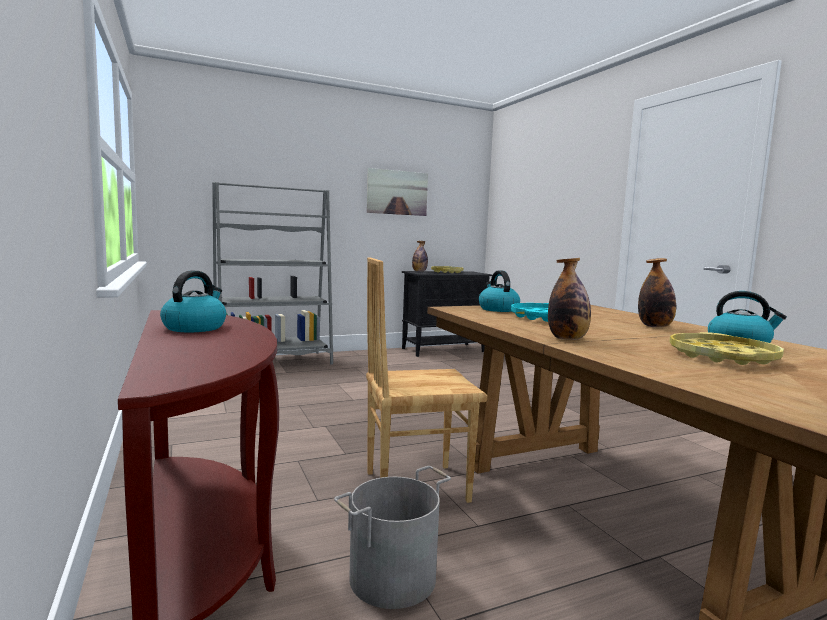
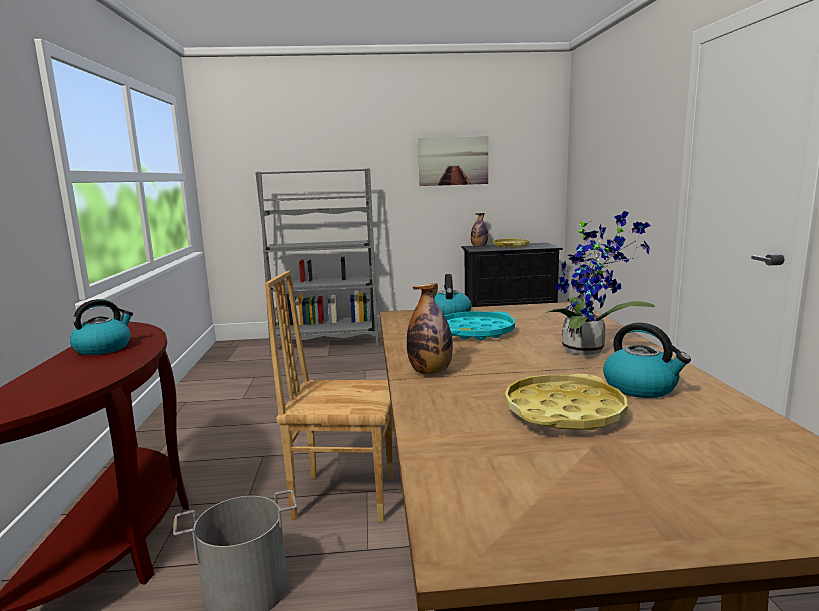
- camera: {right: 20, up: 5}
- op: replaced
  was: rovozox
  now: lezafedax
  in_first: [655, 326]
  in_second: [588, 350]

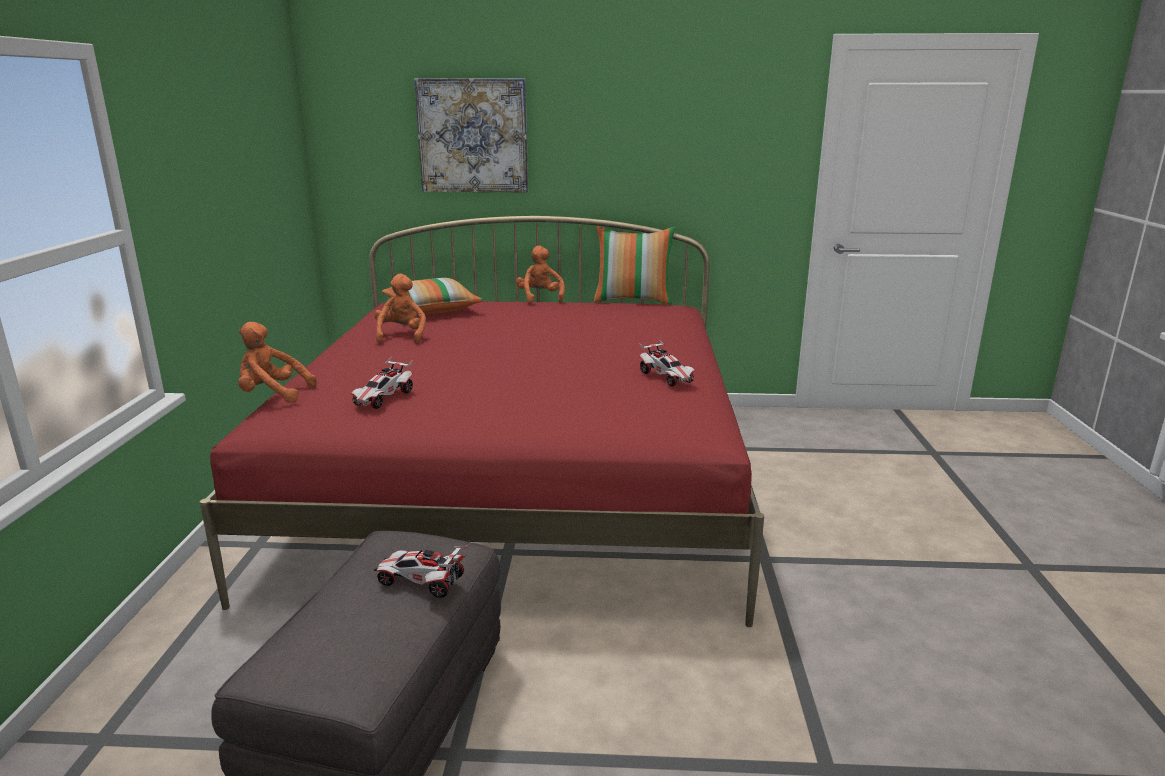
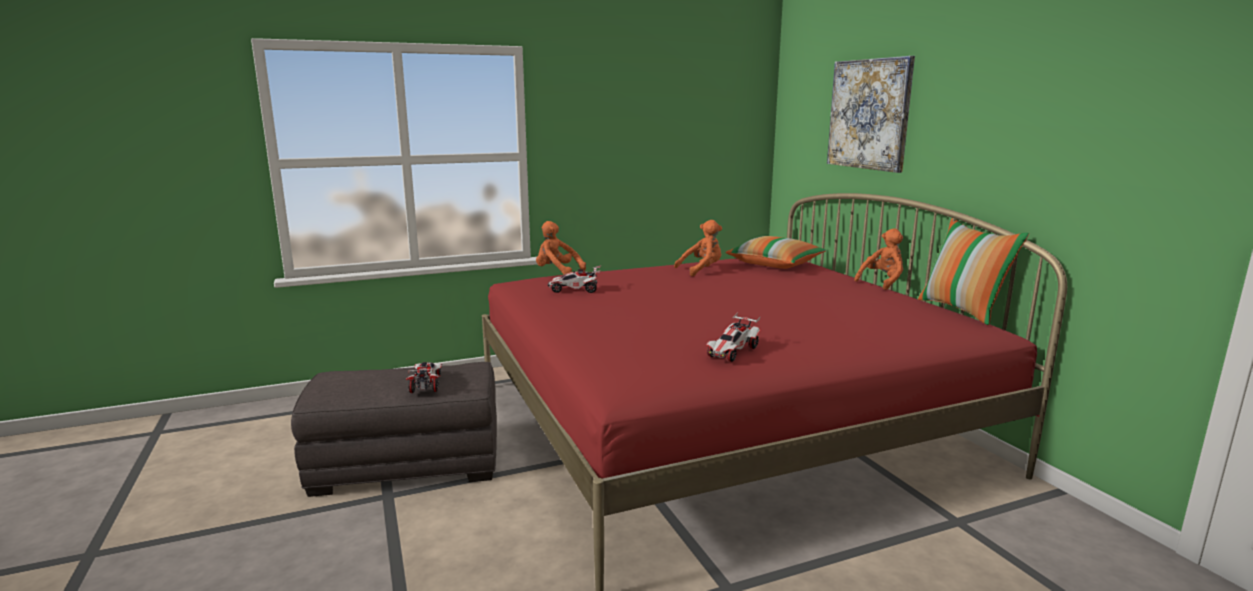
- camera: {right: 65, up: -5}
- op: turned
  was: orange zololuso
  in_first: [273, 395]
  in_second: [557, 272]
  clockwise: -45

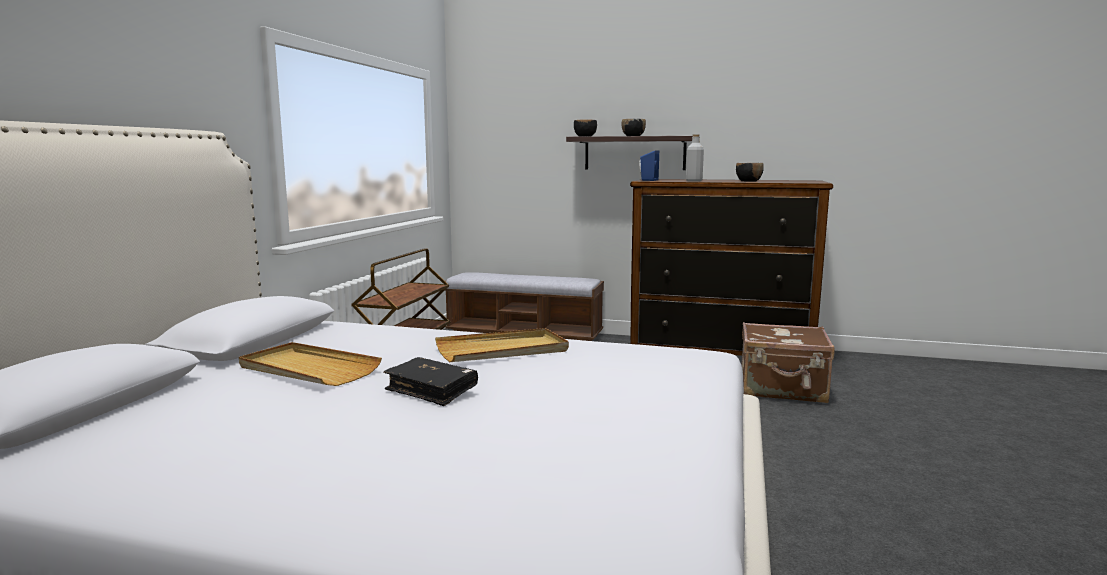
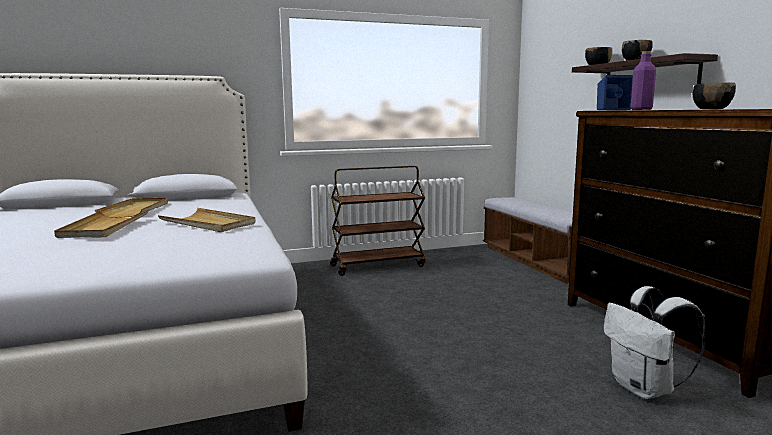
- camera: {right: 55, up: 0}
- op: recoloured
  was: grey rovozox
  now: purple rovozox
  in_first: [694, 181]
  in_second: [641, 109]
- op: replaced
  was: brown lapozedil
  now: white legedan
  in_first: [782, 389]
  in_second: [645, 389]
- op: replaced
  was: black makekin
  now: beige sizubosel
  in_first: [431, 390]
  in_second: [104, 227]

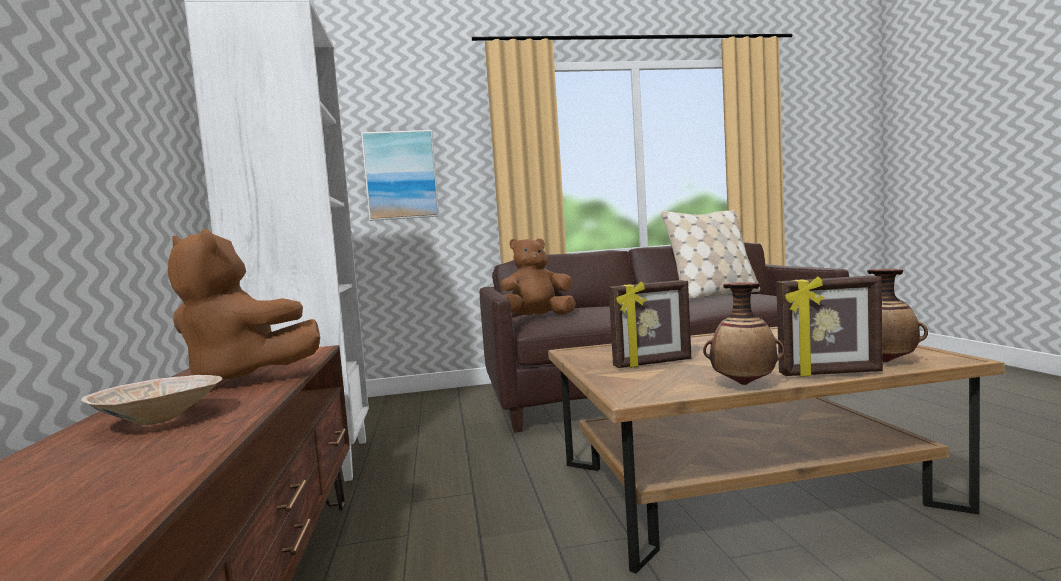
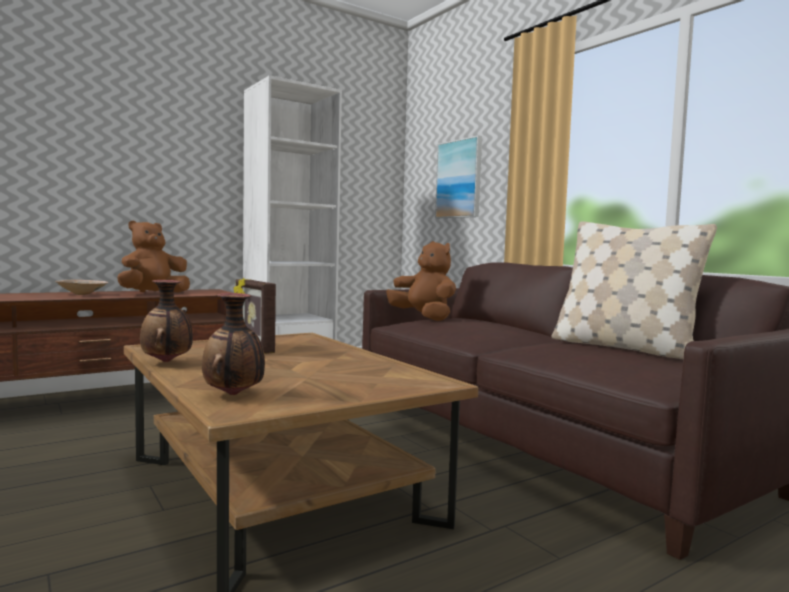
- camera: {right: 65, up: 0}
- op: turned
  was: brown zololuso
  in_first: [241, 379]
  in_second: [153, 293]
  clockwise: 45
- op: removed
  was: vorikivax
  in_first: [830, 373]

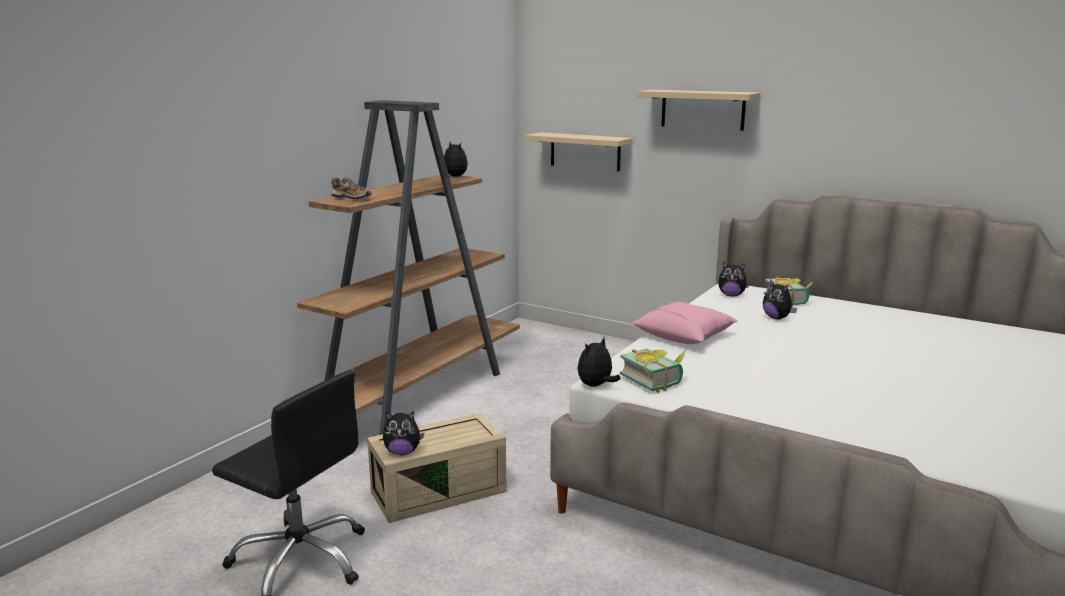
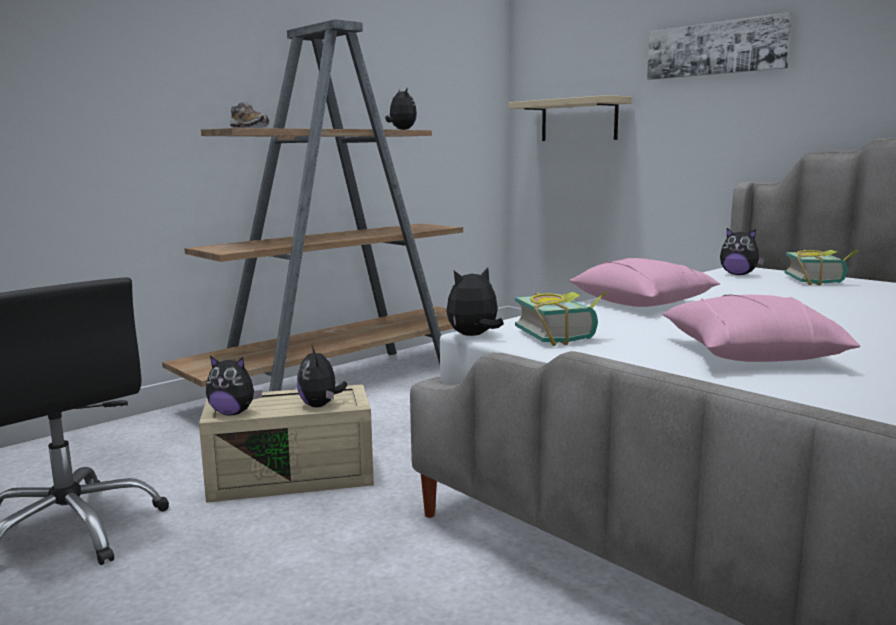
- camera: {right: 15, up: -5}
- op: replaced
  was: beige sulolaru
  now: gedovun
  in_first: [702, 109]
  in_second: [715, 48]
- op: moved
  was: zololuso
  in_first: [777, 318]
  in_second: [320, 405]
- op: added
  now: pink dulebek
  in_second: [750, 354]

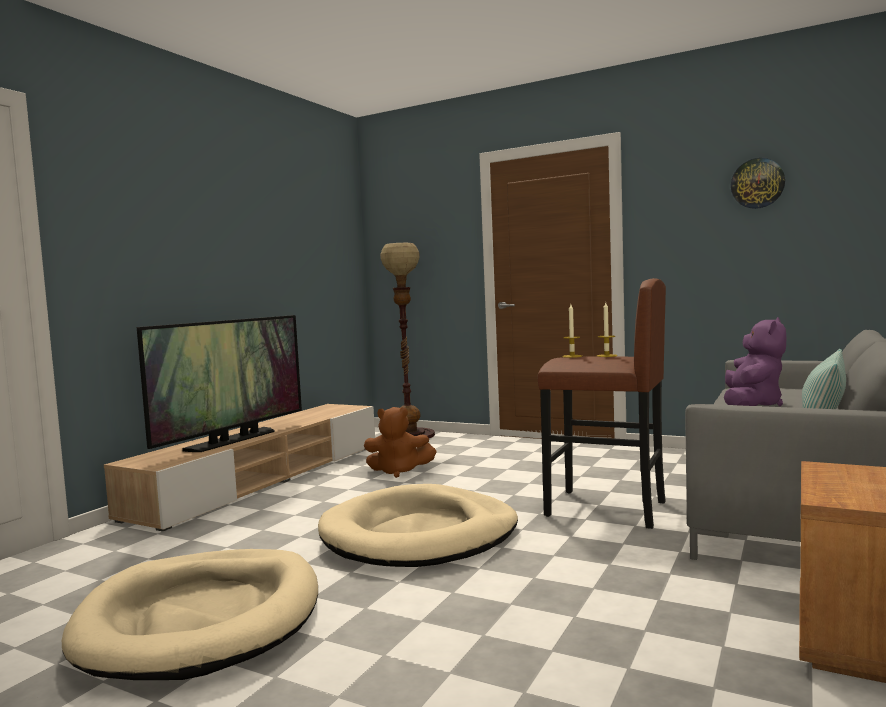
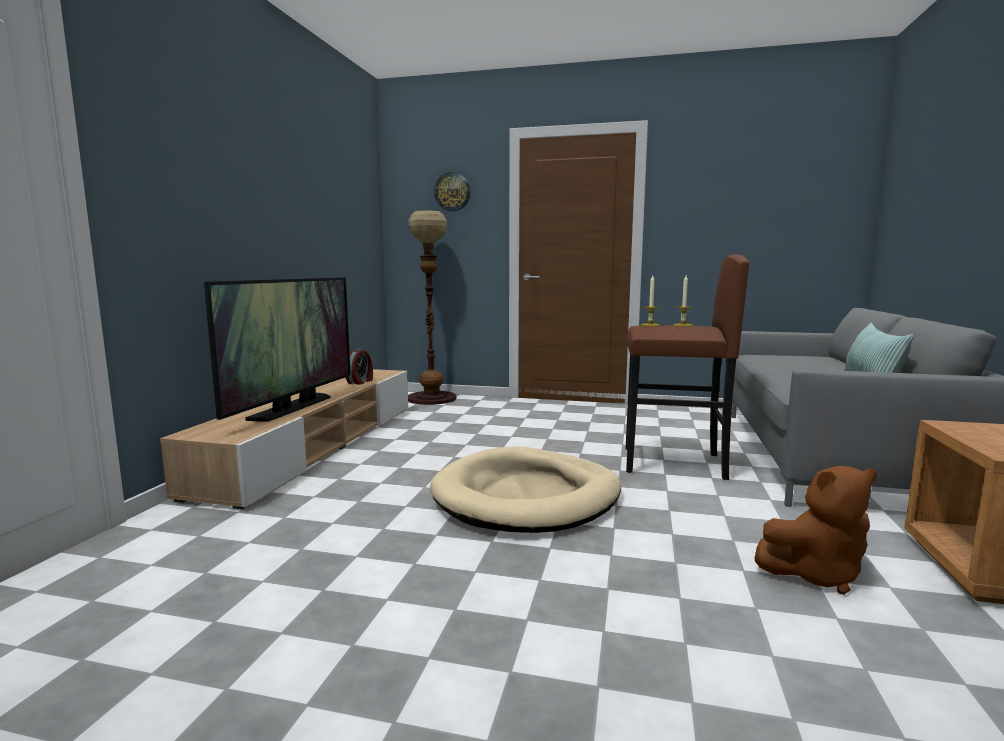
- camera: {right: -15, up: 5}
- op: moved
  was: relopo
  in_first: [757, 183]
  in_second: [452, 192]
- op: removed
  was: purple zololuso
  in_first: [752, 405]
- op: moved
  was: brown zololuso
  in_first: [398, 471]
  in_second: [815, 574]
- op: removed
  was: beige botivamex
  in_first: [202, 618]
- op: added
  now: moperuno
  in_second: [360, 382]

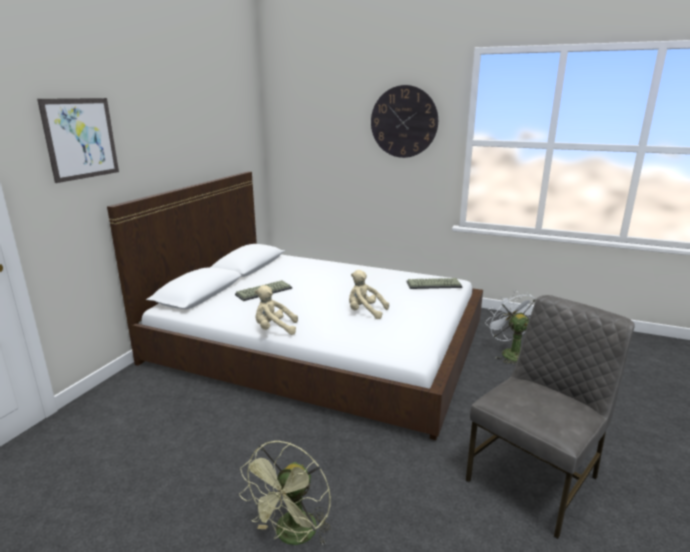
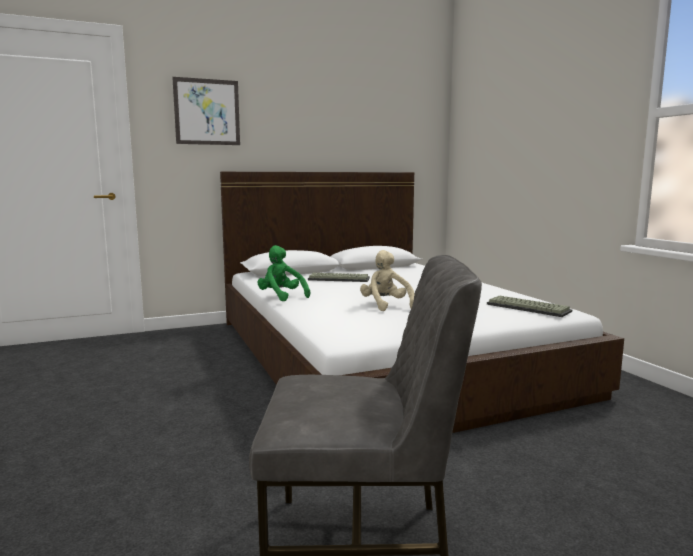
- camera: {right: 45, up: -10}
- op: removed
  was: relopo
  in_first: [404, 122]
- op: recoloured
  was: beige zololuso
  now: green zololuso
  in_first: [274, 329]
  in_second: [281, 297]
- op: removed
  was: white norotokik
  in_first: [509, 353]
- op: removed
  was: green norotokik
  in_first: [292, 536]

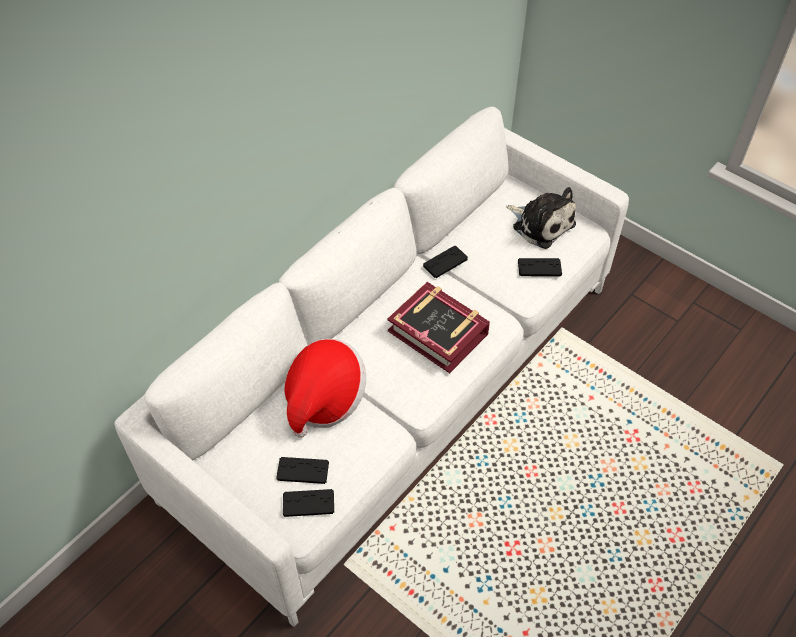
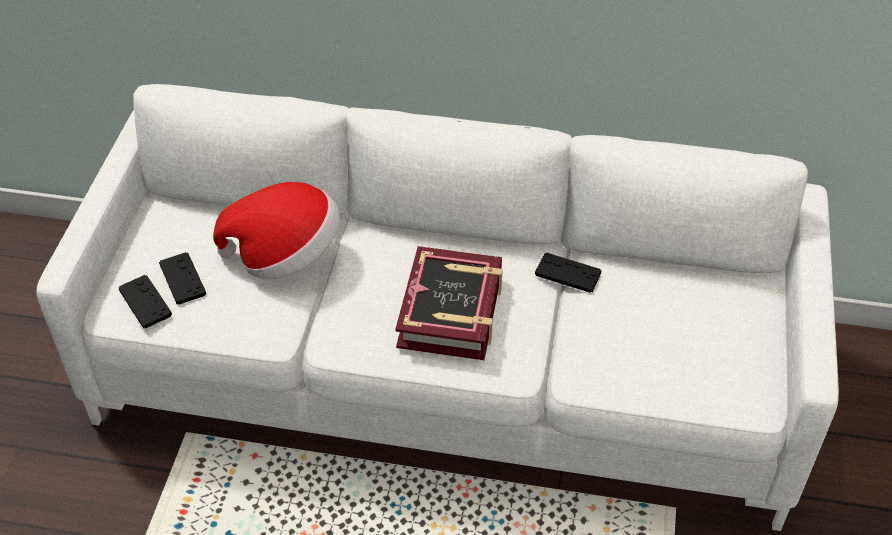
- camera: {right: 60, up: -5}
- op: removed
  was: zololuso
  in_first: [541, 224]
- op: removed
  was: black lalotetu
  in_first: [539, 268]

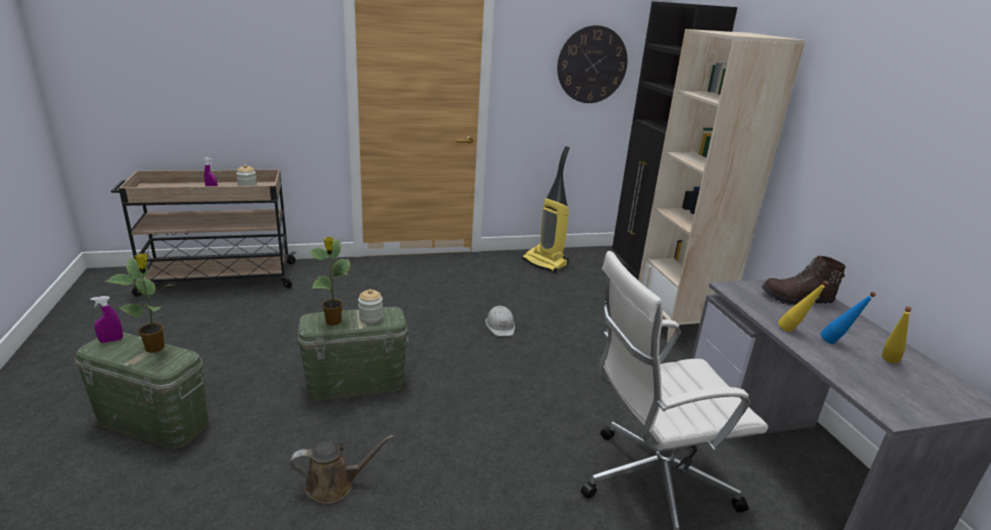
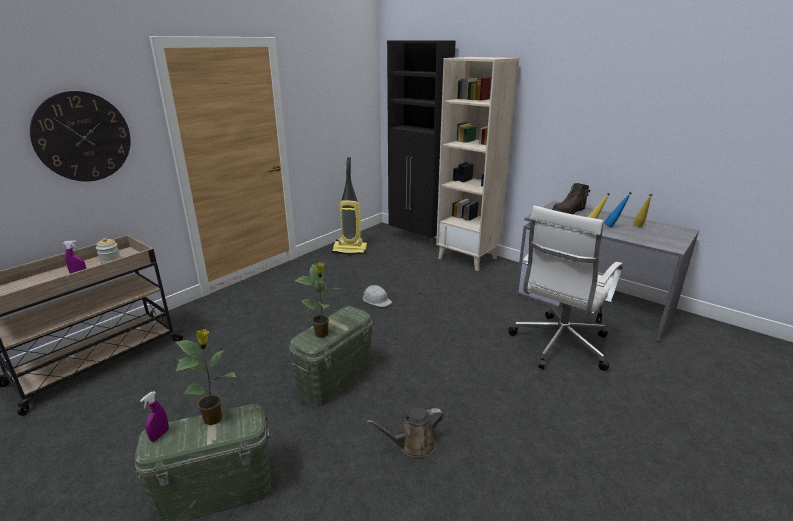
- camera: {right: -35, up: 0}
- op: moved
  was: relopo
  in_first: [592, 65]
  in_second: [83, 137]
- op: removed
  was: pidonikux
  in_first: [370, 317]
- op: turned
  was: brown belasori
  in_first: [334, 485]
  in_second: [413, 445]
  clockwise: -150

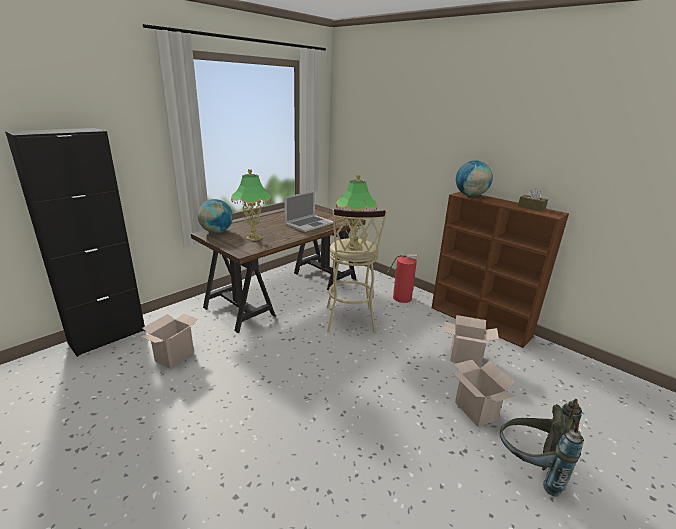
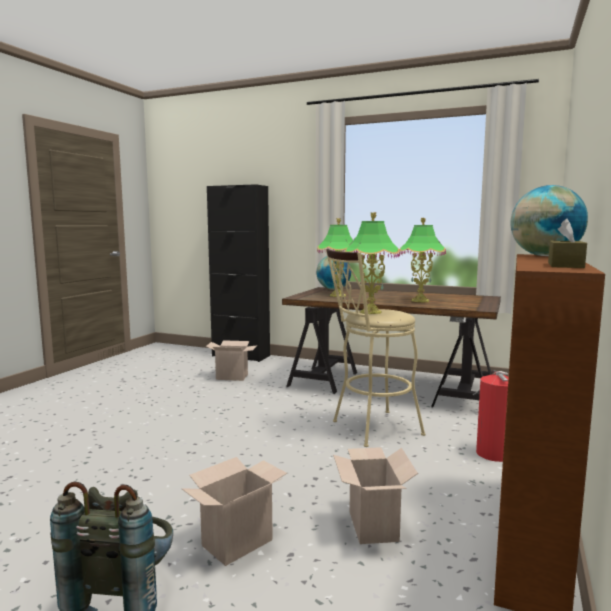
- camera: {right: 70, up: -15}
- op: replaced
  was: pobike
  now: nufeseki
  in_first: [309, 223]
  in_second: [420, 301]

